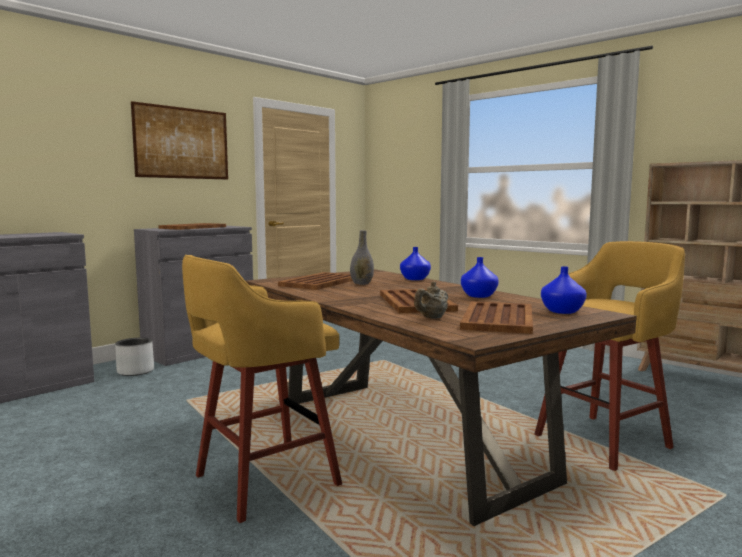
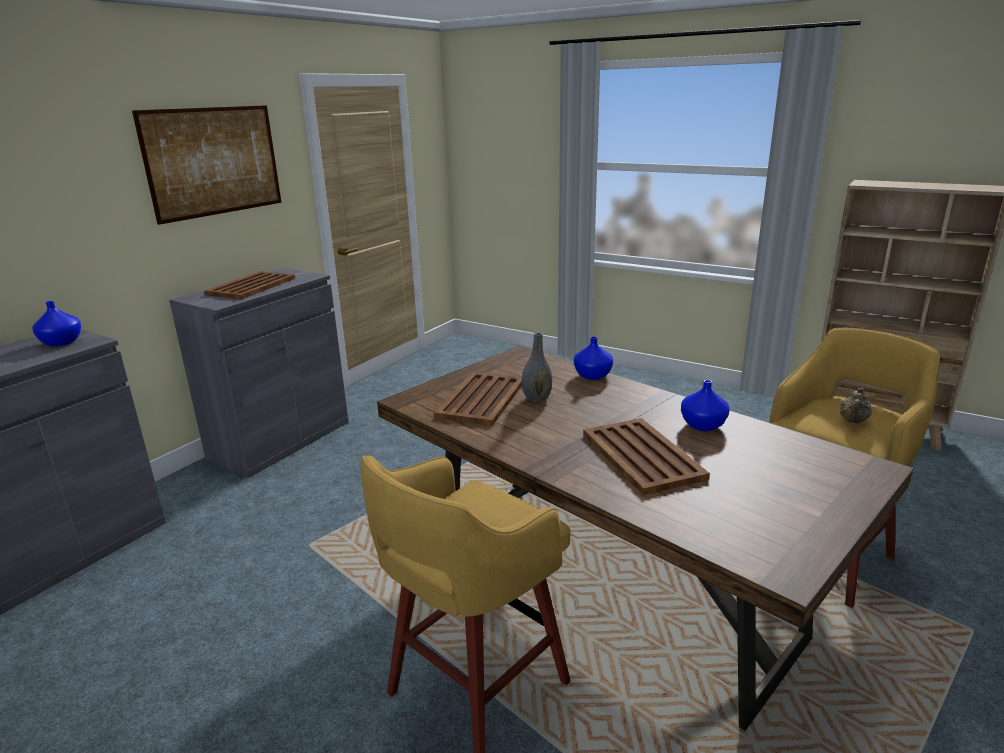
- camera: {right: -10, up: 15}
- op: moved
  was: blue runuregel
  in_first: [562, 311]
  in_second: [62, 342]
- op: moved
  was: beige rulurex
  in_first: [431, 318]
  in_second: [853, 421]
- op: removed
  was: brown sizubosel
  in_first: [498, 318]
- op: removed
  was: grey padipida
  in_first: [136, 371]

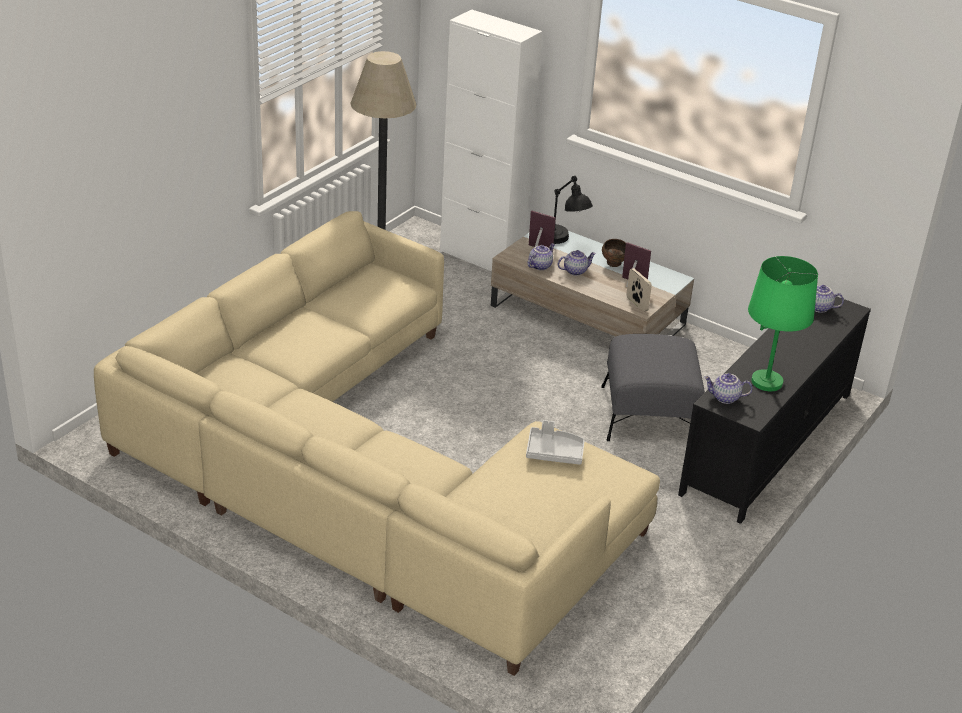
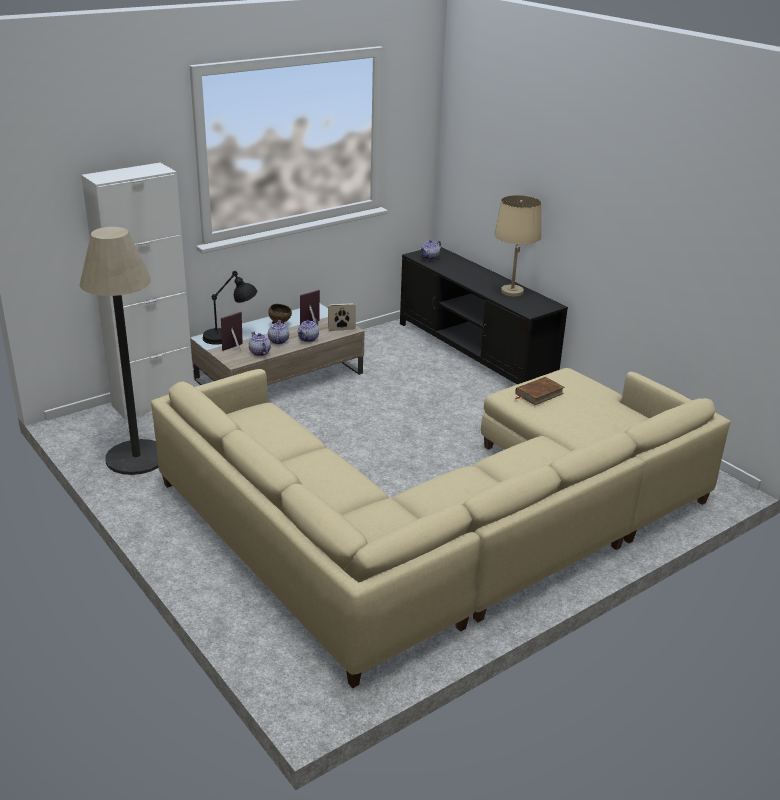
- camera: {right: -70, up: -5}
- op: recoloured
  was: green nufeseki
  now: beige nufeseki
  in_first: [766, 382]
  in_second: [511, 292]
- op: removed
  was: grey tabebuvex
  in_first: [649, 415]
- op: moved
  was: rulurex
  in_first: [725, 398]
  in_second: [308, 339]
- op: replaced
  was: grey sizubosel
  now: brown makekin
  in_first: [554, 452]
  in_second: [539, 393]

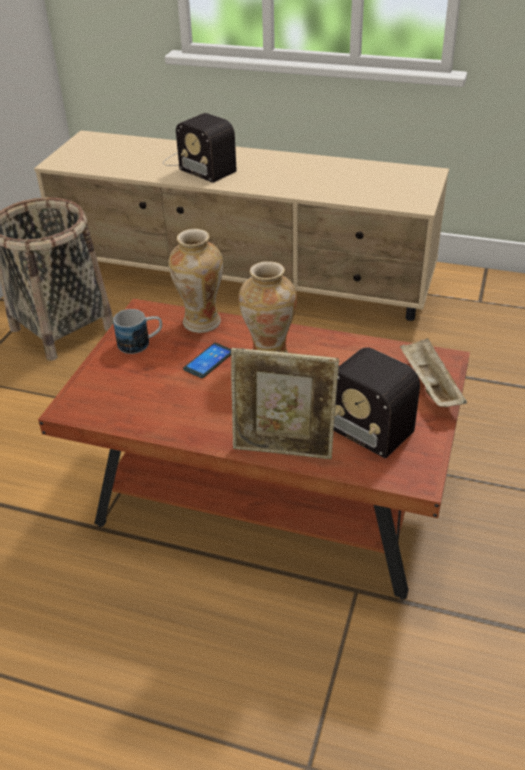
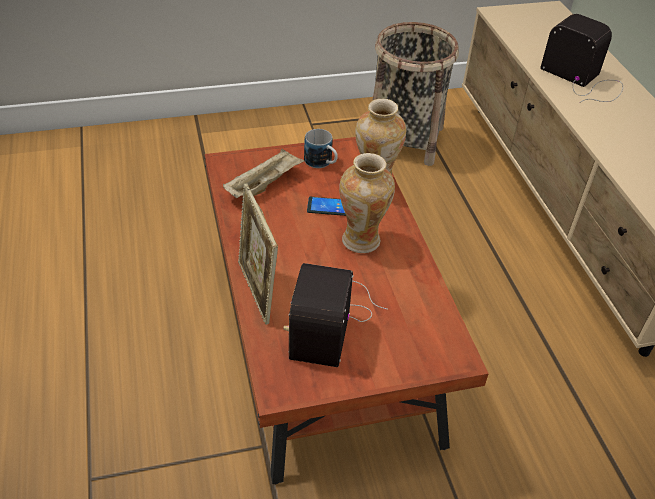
- camera: {right: 55, up: 5}
- op: turned
  was: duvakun
  in_first: [198, 164]
  in_second: [584, 80]
  clockwise: 120
- op: moved
  was: beige sizubosel
  in_first: [429, 386]
  in_second: [264, 185]

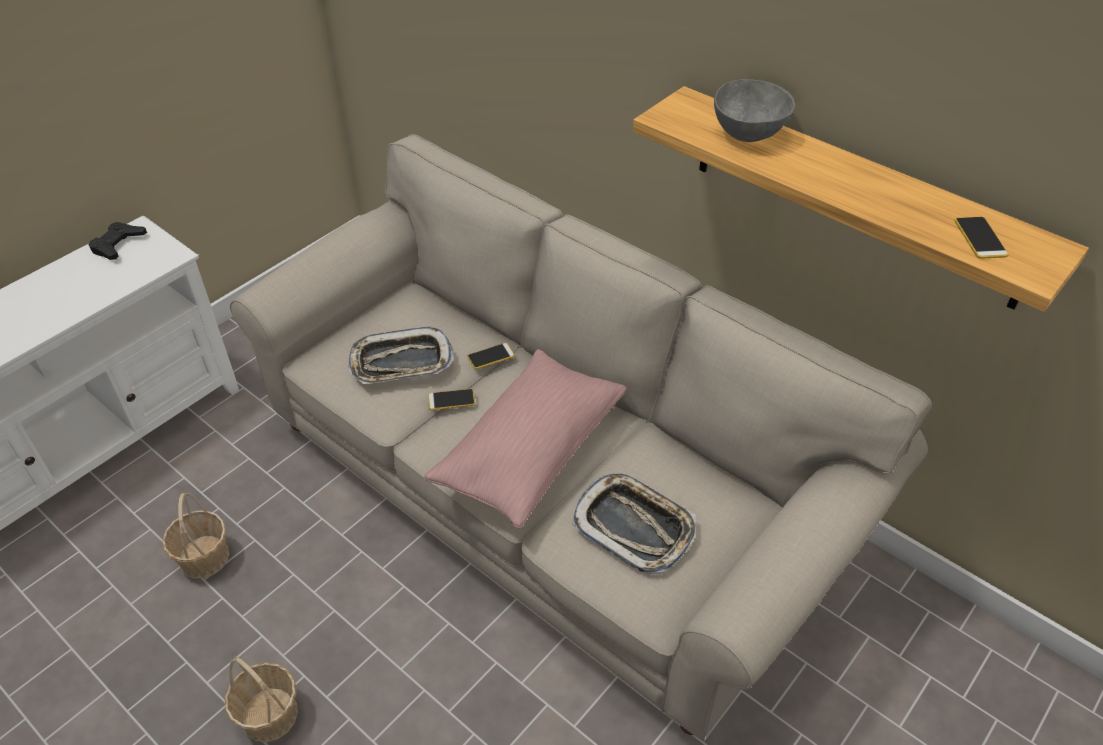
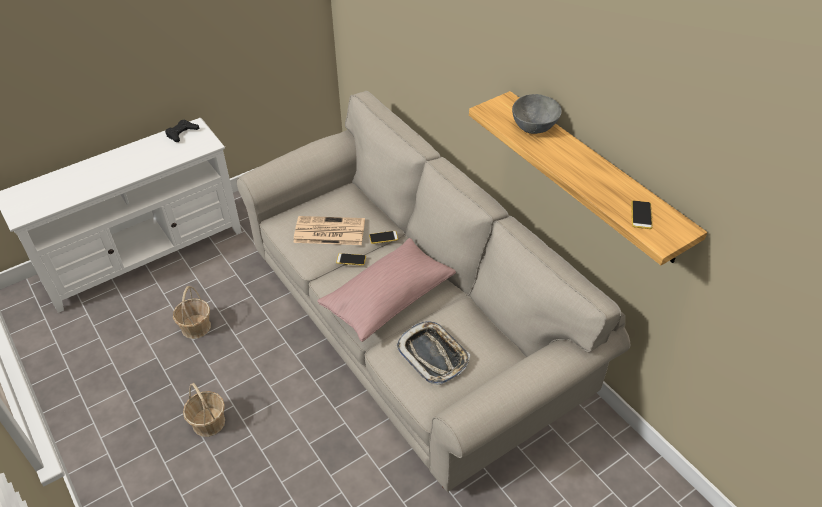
- camera: {right: 15, up: 0}
- op: replaced
  was: sizubosel
  now: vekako
  in_first: [401, 362]
  in_second: [328, 231]

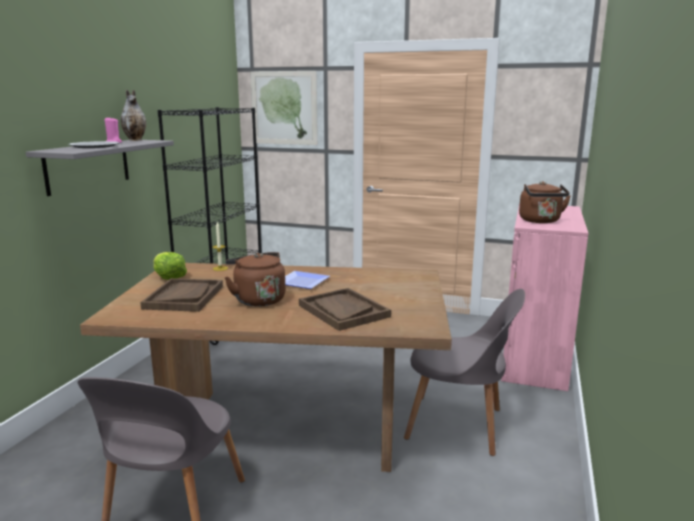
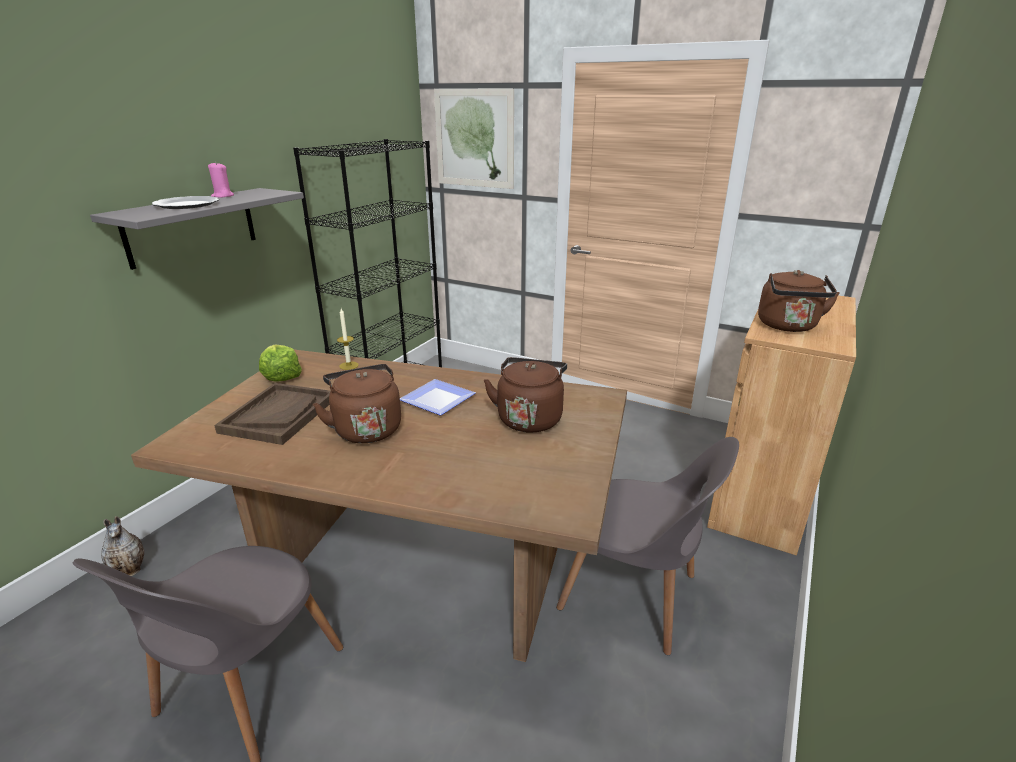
- camera: {right: 10, up: 10}
- op: moved
  was: runuregel
  in_first: [136, 140]
  in_second: [131, 570]
- op: recoloured
  was: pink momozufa
  now: brown momozufa
  in_first: [534, 358]
  in_second: [761, 494]
- op: removed
  was: brown sizubosel
  in_first: [343, 311]
- op: added
  now: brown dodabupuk
  in_second: [529, 418]

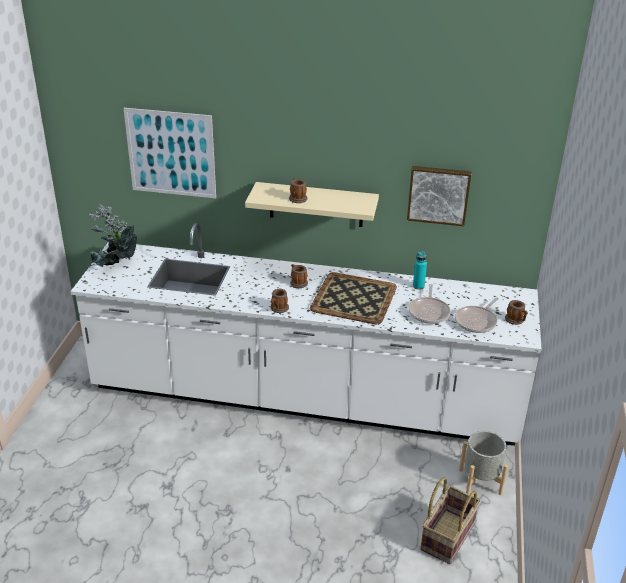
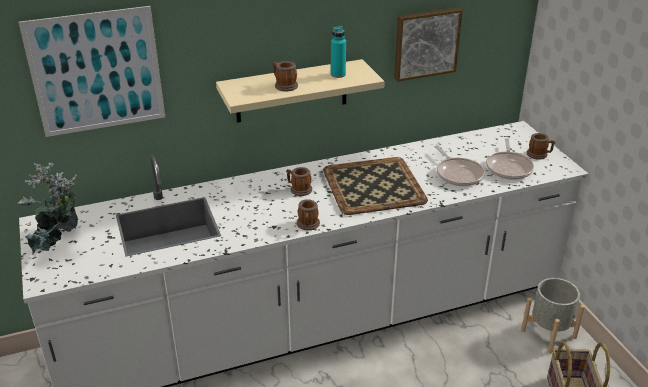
- camera: {right: -30, up: 0}
- op: moved
  was: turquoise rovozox
  in_first: [418, 286]
  in_second: [338, 74]

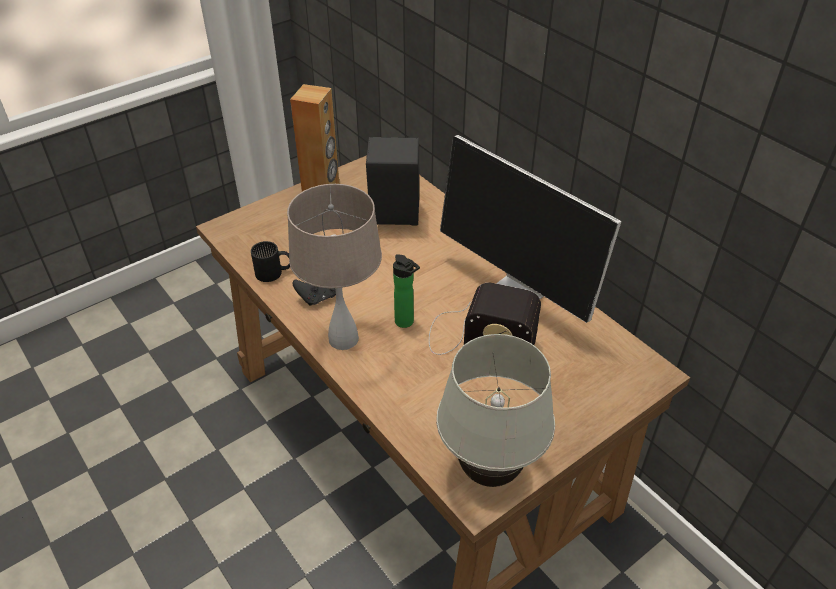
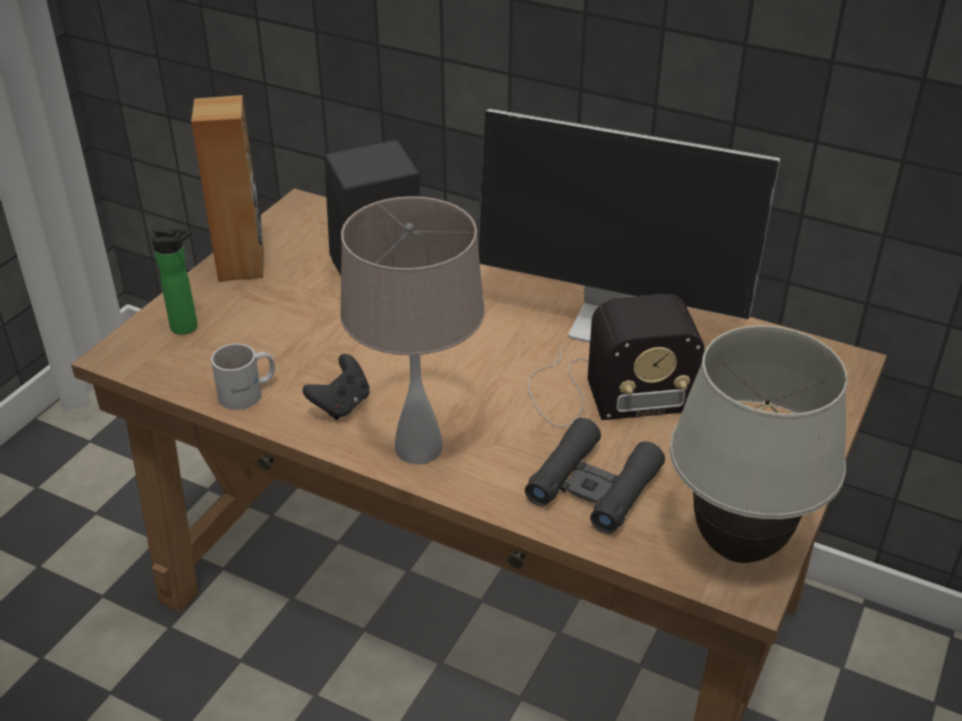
- camera: {right: -25, up: -5}
- op: recoloured
  was: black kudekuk
  now: white kudekuk
  in_first: [274, 273]
  in_second: [248, 393]
- op: moved
  was: rovozox
  in_first: [406, 323]
  in_second: [188, 328]
- op: added
  now: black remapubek
  in_second: [593, 486]

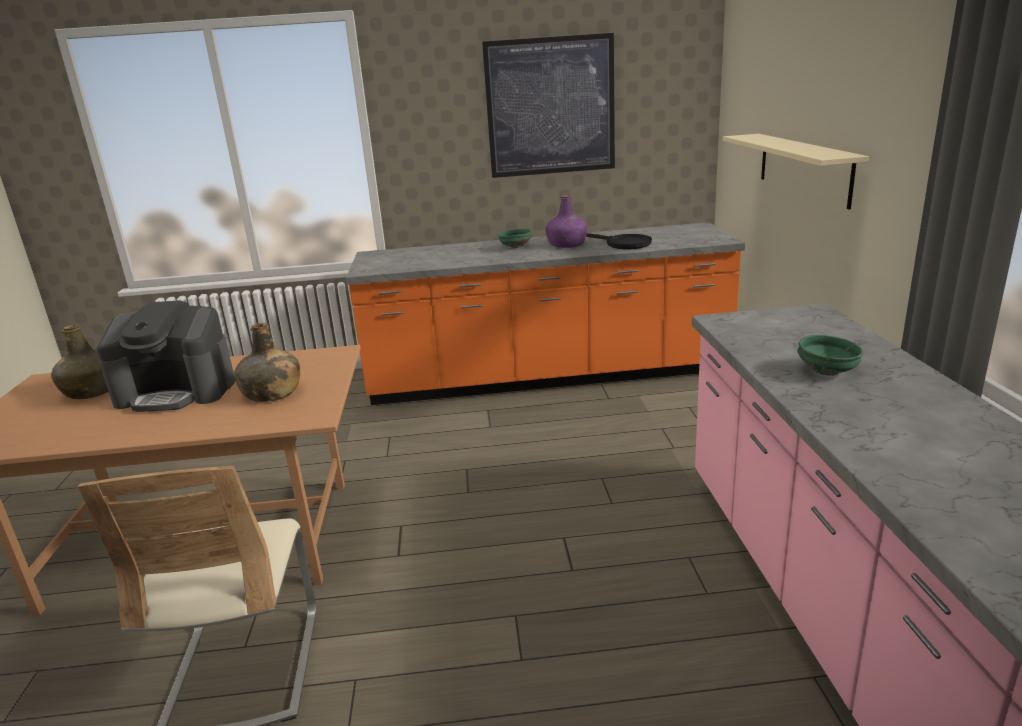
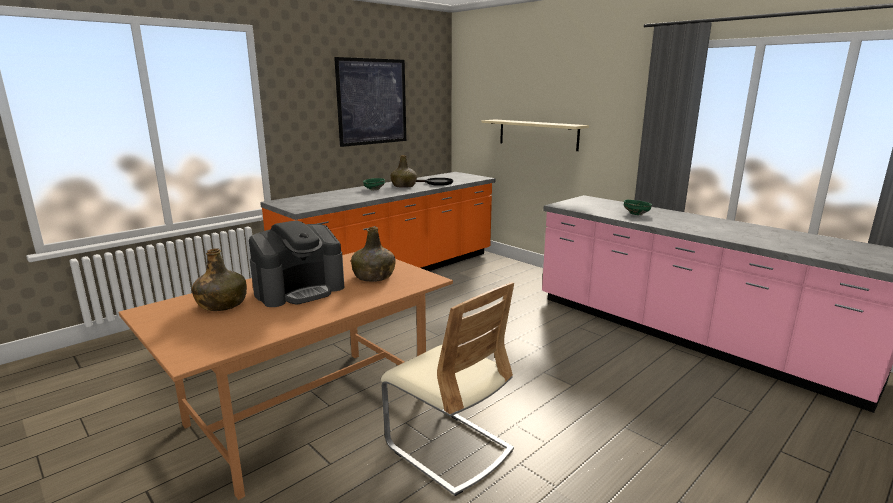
- camera: {right: -40, up: -5}
- op: recoloured
  was: purple rovozox
  now: green rovozox
  in_first: [567, 245]
  in_second: [404, 186]

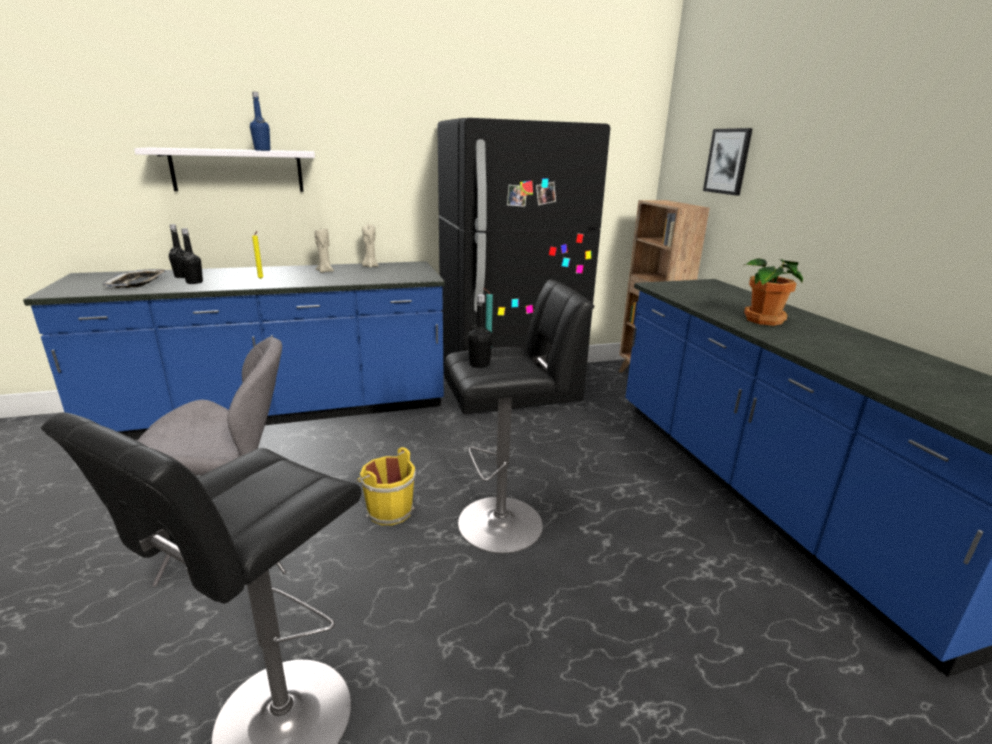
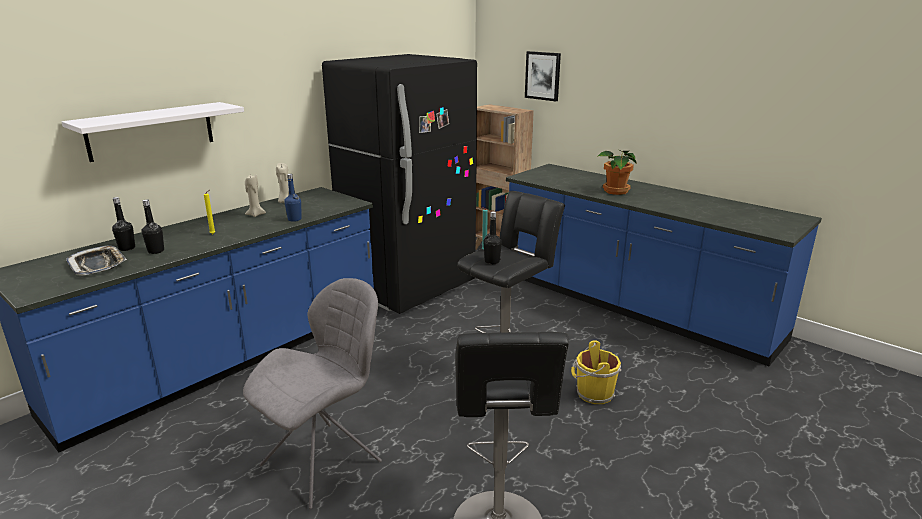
- camera: {right: -30, up: 0}
- op: moved
  was: blue rovozox
  in_first: [262, 150]
  in_second: [294, 219]
- op: moved
  was: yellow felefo
  in_first: [388, 511]
  in_second: [593, 394]

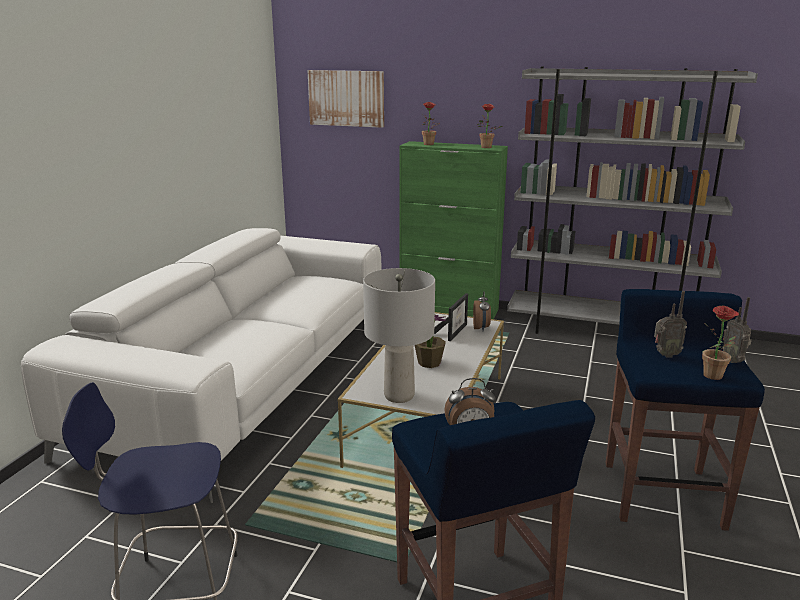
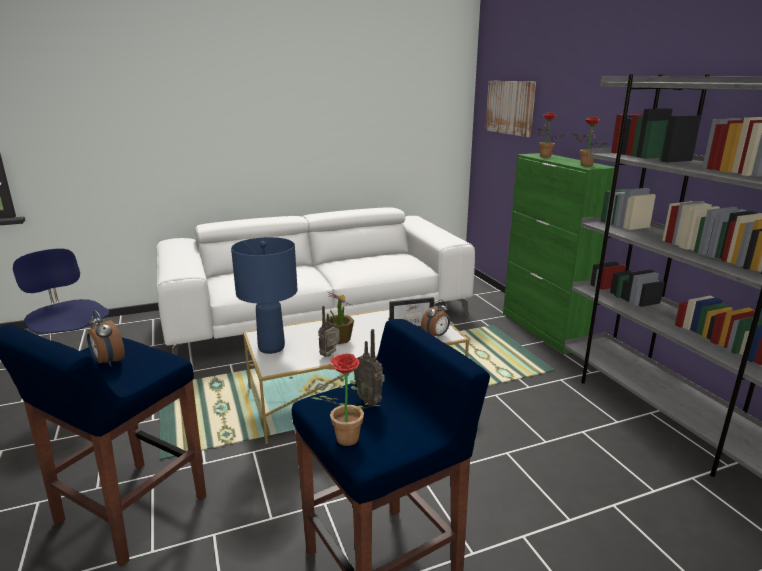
- camera: {right: 50, up: 0}
- op: recoloured
  was: grey nufeseki
  now: blue nufeseki
  in_first: [399, 396]
  in_second: [271, 348]
- op: moved
  was: duvakun
  in_first: [733, 360]
  in_second: [330, 355]

